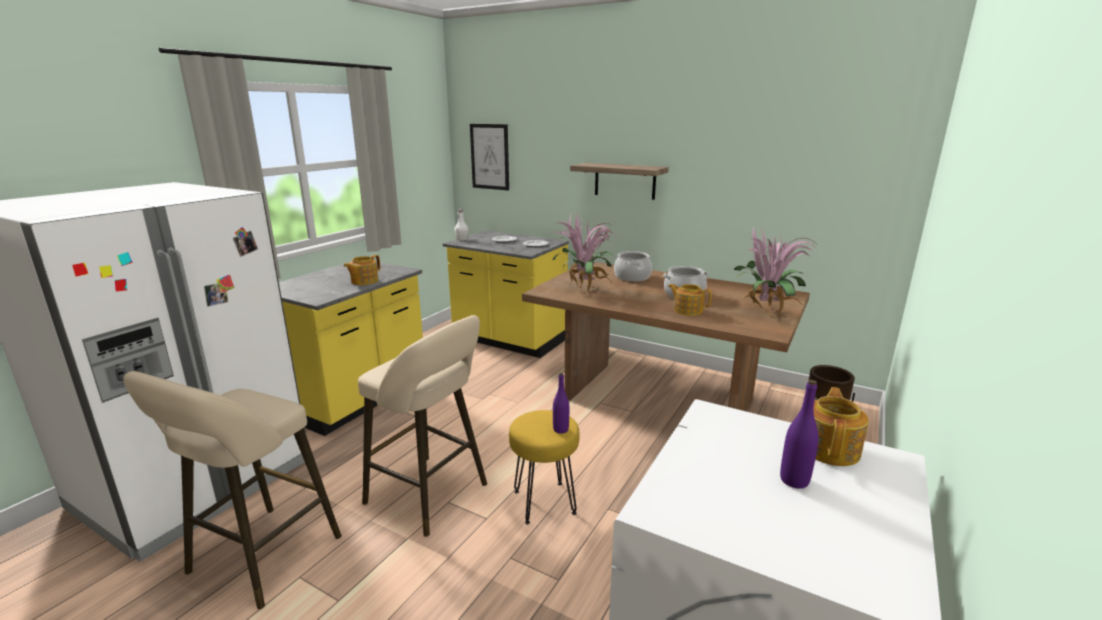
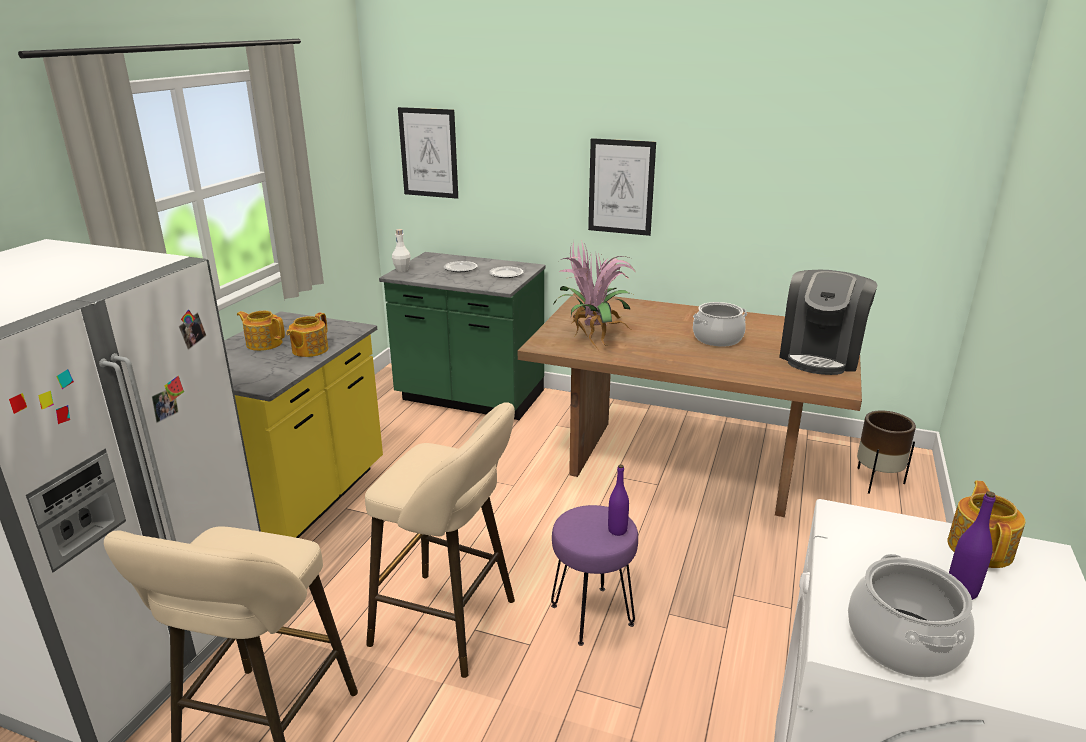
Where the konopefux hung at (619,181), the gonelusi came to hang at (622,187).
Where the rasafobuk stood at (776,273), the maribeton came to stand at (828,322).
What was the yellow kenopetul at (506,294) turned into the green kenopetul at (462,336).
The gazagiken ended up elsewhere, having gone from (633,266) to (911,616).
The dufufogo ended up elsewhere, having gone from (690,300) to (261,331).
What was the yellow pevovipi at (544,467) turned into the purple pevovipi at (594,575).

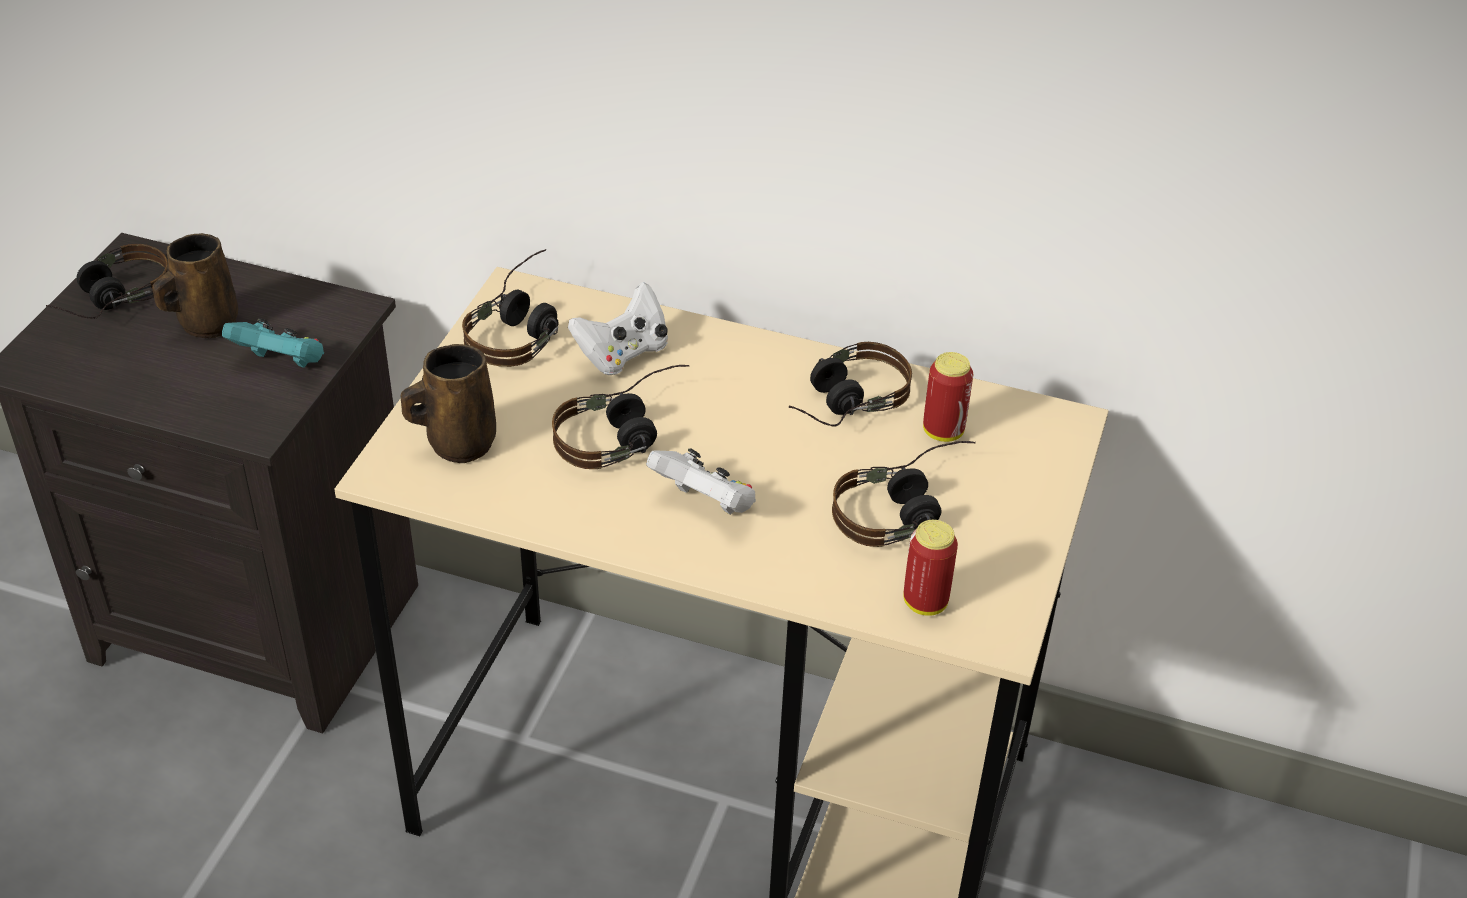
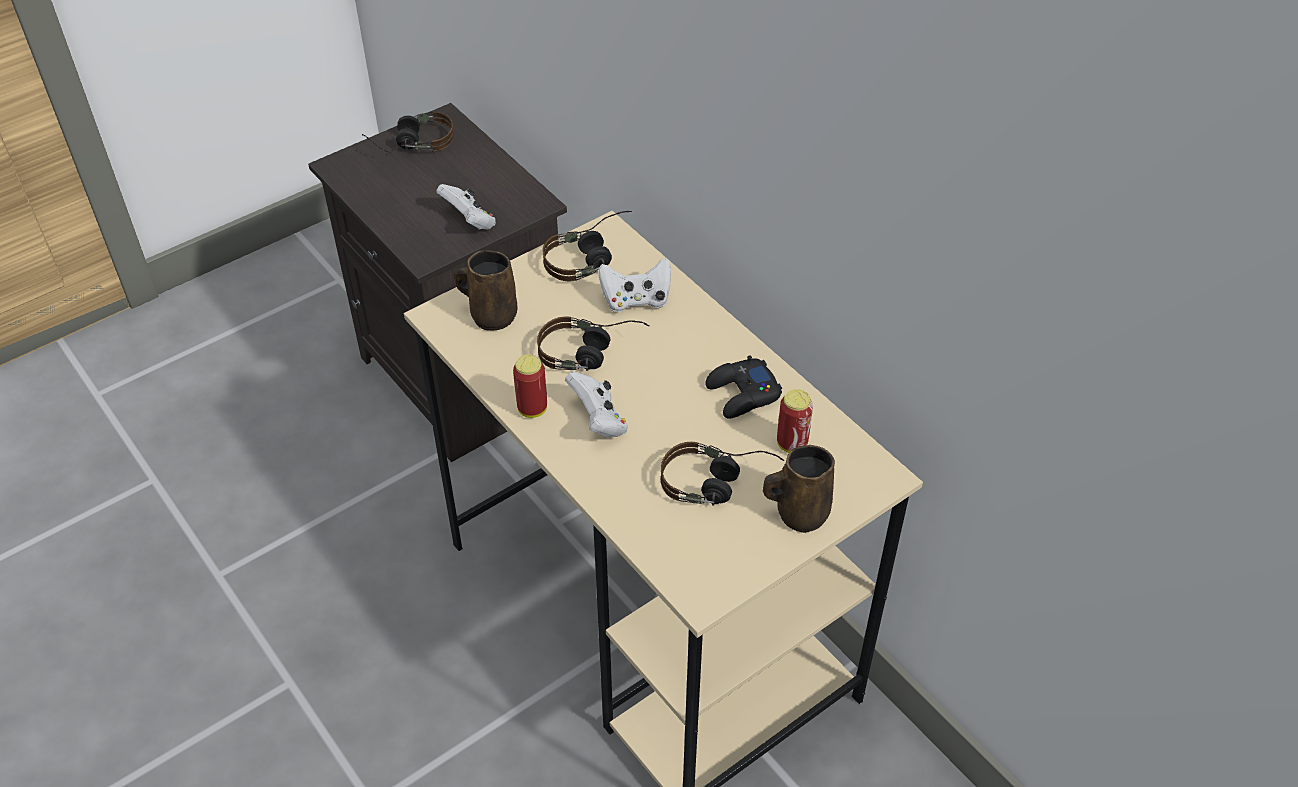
The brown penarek ended up elsewhere, having gone from (195,285) to (799,489).
What was the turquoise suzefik at (273,343) turned into the white suzefik at (466,207).
Where the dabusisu stood at (850,384), the black suzefik came to stand at (743,387).
The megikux ended up elsewhere, having gone from (931,568) to (530,386).

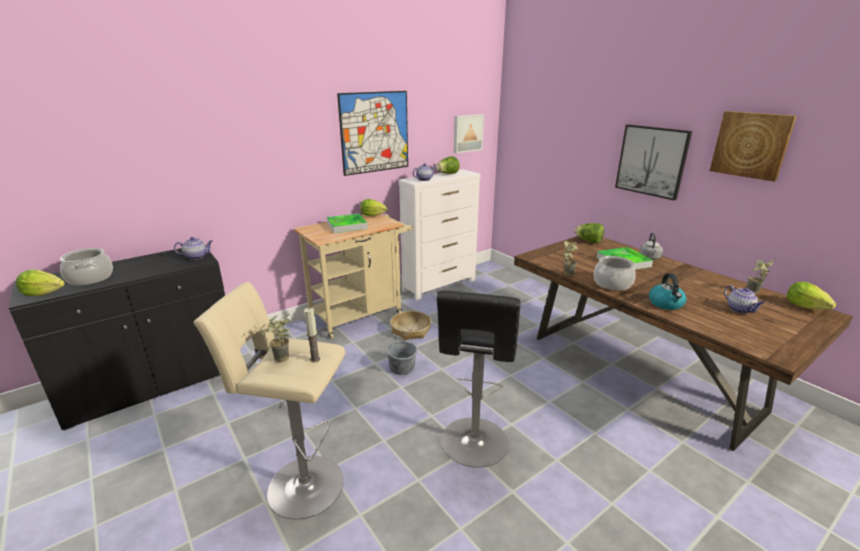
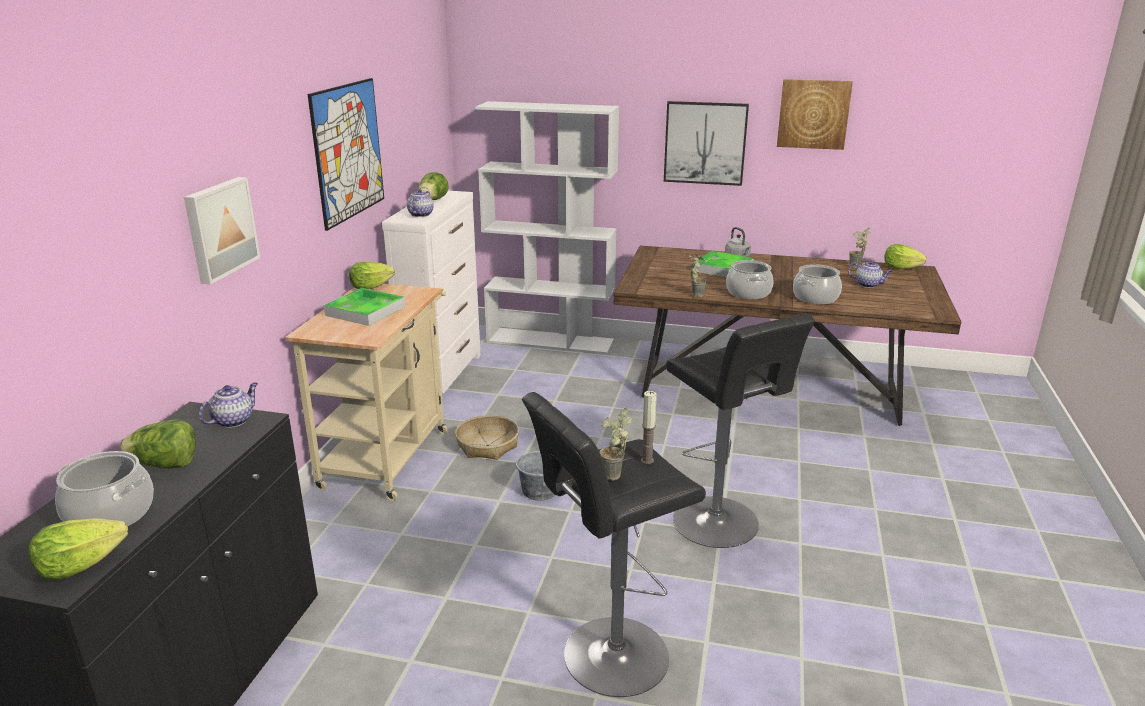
The gonelusi ended up elsewhere, having gone from (469,133) to (222,231).
The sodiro ended up elsewhere, having gone from (589,233) to (157,444).
Where the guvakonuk stood at (667,291), the gazagiken came to stand at (817,284).
What was the beige pevovipi at (269,401) turned into the black pevovipi at (614,544).
The second view gained the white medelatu at (547,228).

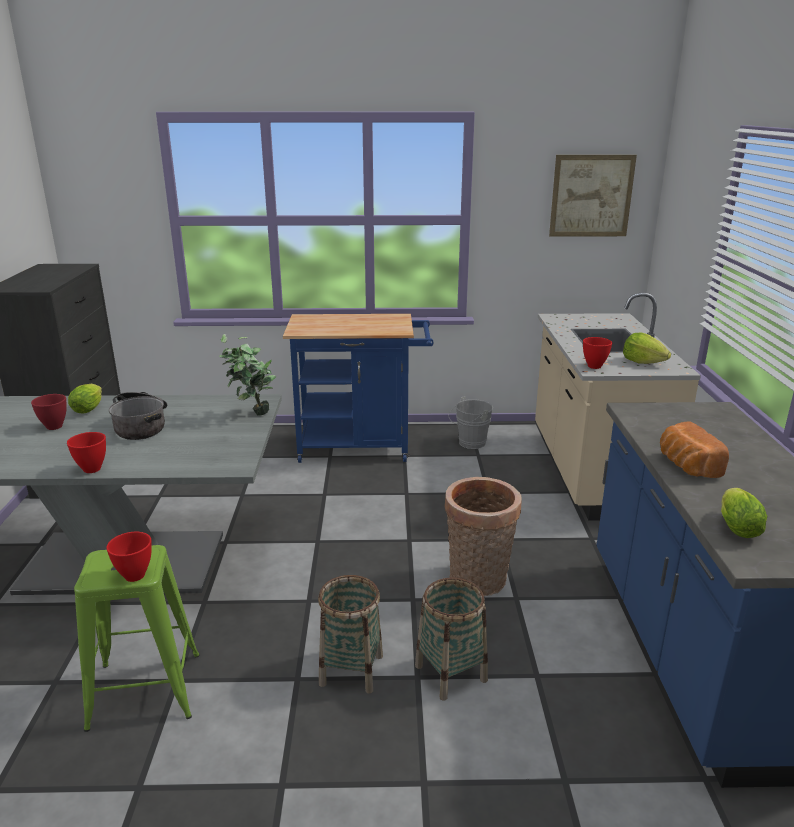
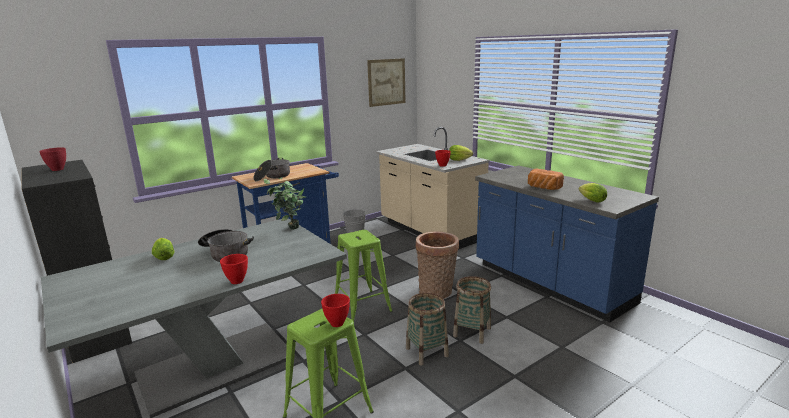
The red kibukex ended up elsewhere, having gone from (49,412) to (52,159).
The second view gained the gazagiken at (272,169).
The second view gained the green pevovipi at (363,276).

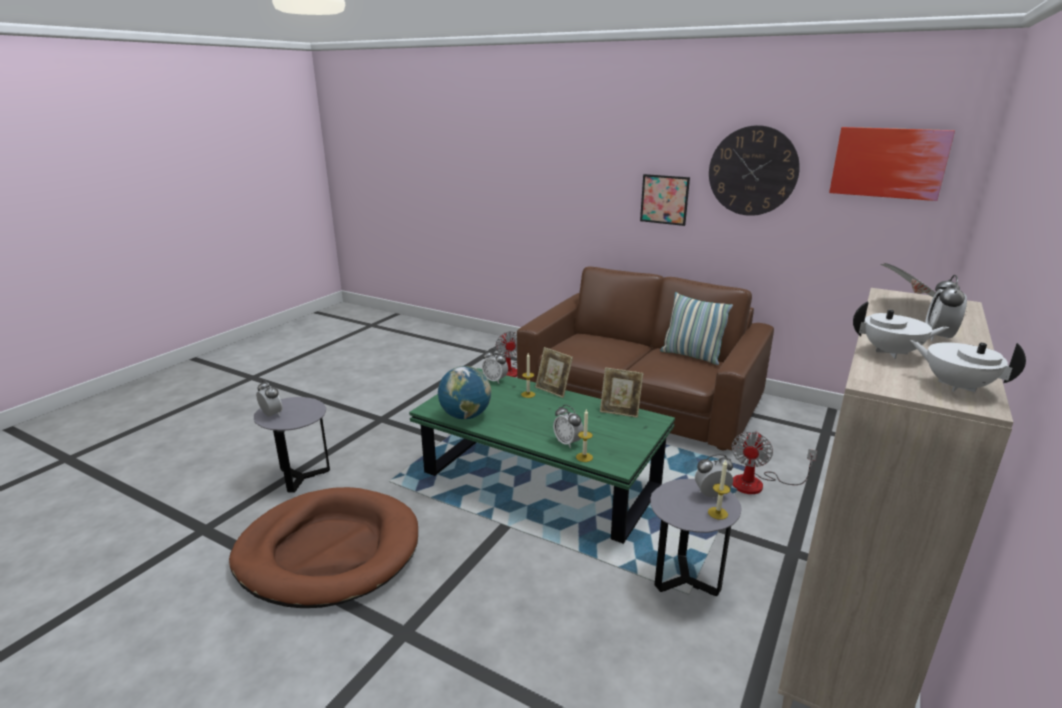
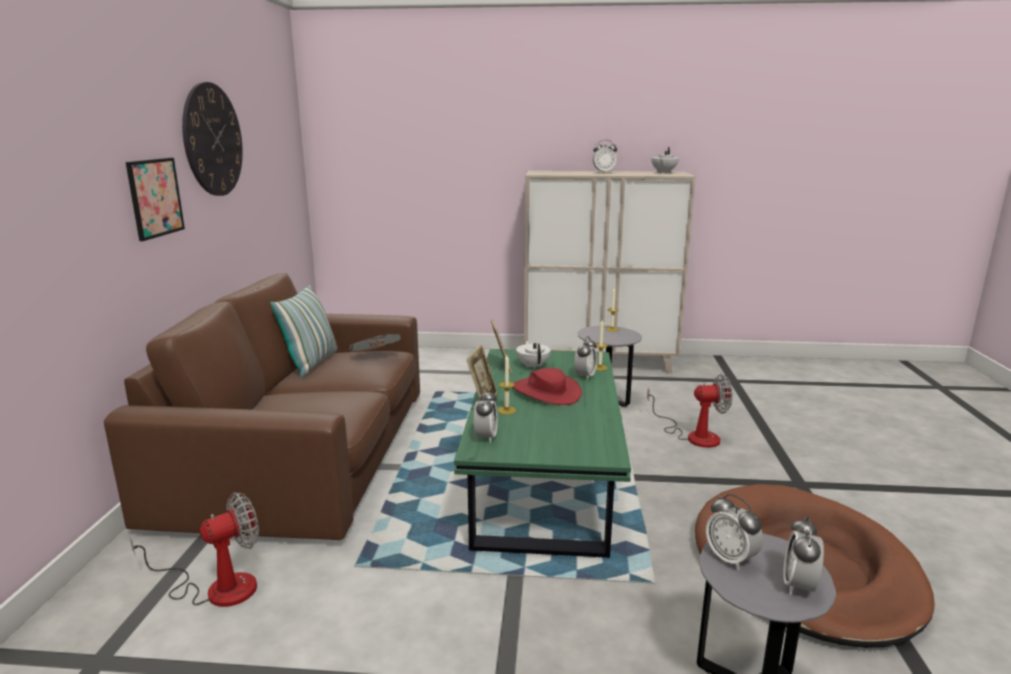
The second view lost the gonelusi at (892,164).
The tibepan ended up elsewhere, having gone from (923,287) to (375,342).
The white dufufogo ended up elsewhere, having gone from (901,330) to (533,355).
The second view lost the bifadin at (464,392).
The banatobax ended up elsewhere, having gone from (774,462) to (690,411).
The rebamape ended up elsewhere, having gone from (714,476) to (734,532).
The second view gained the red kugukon at (547,386).

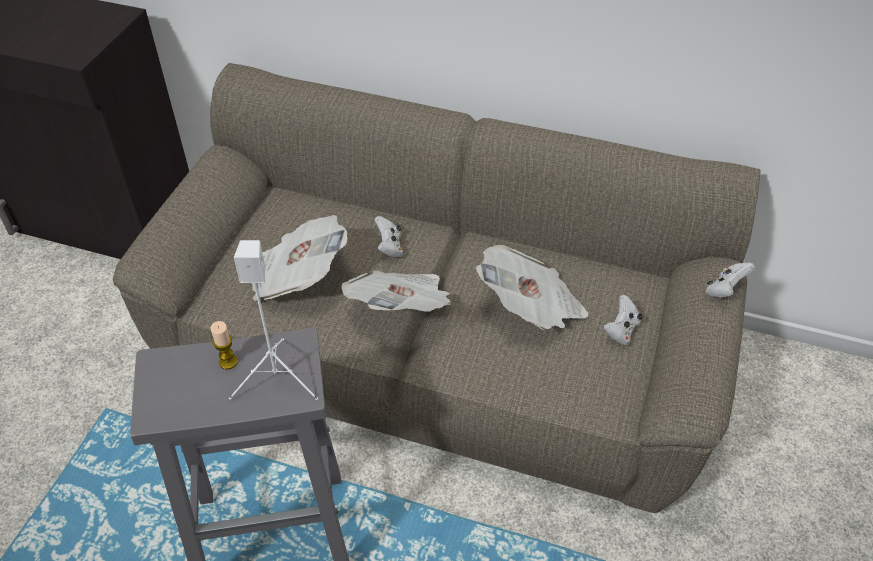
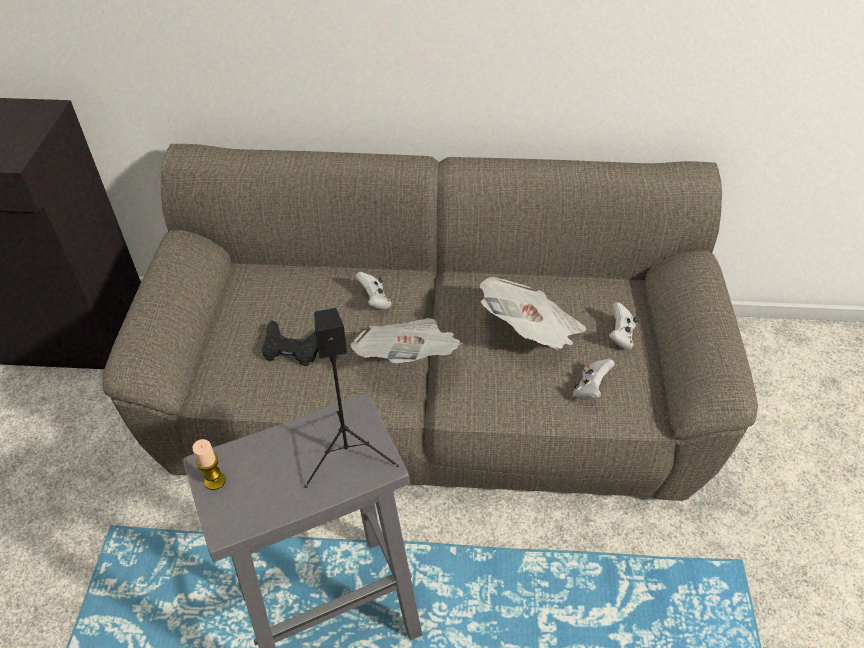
Where the tibepan stood at (300,258), the black suzefik came to stand at (290,343).
What was the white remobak at (273,320) turned into the black remobak at (351,398).
The white suzefik ended up elsewhere, having gone from (730,280) to (594,379).
The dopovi ended up elsewhere, having gone from (224,345) to (209,464).

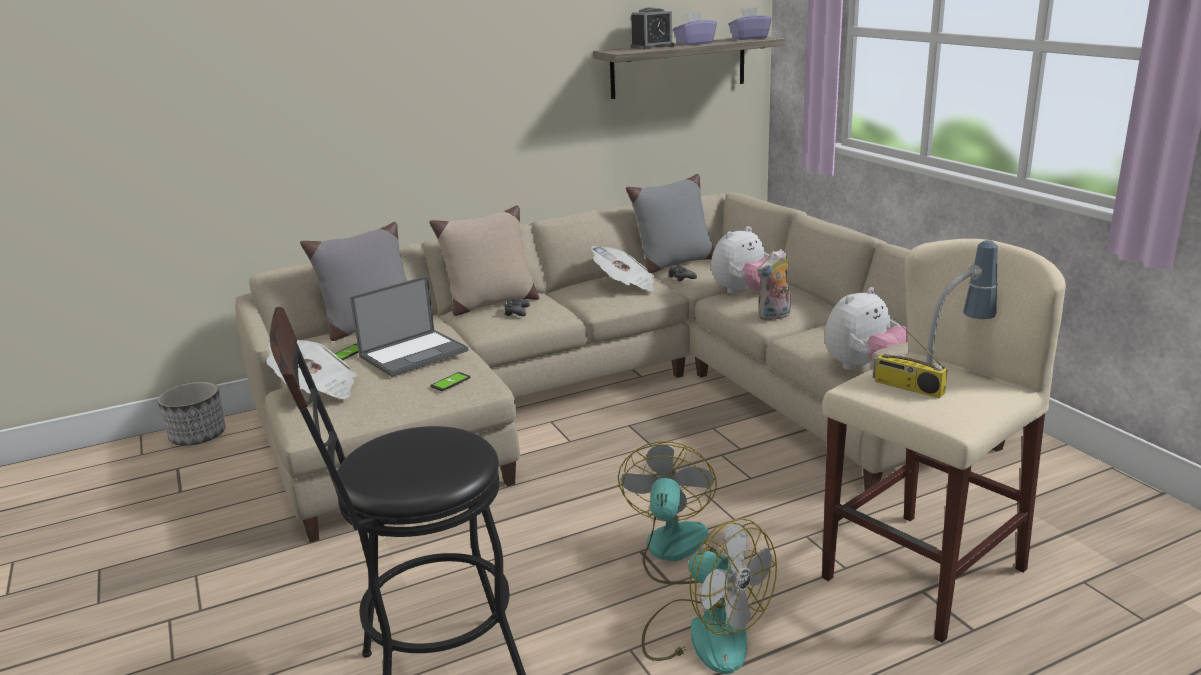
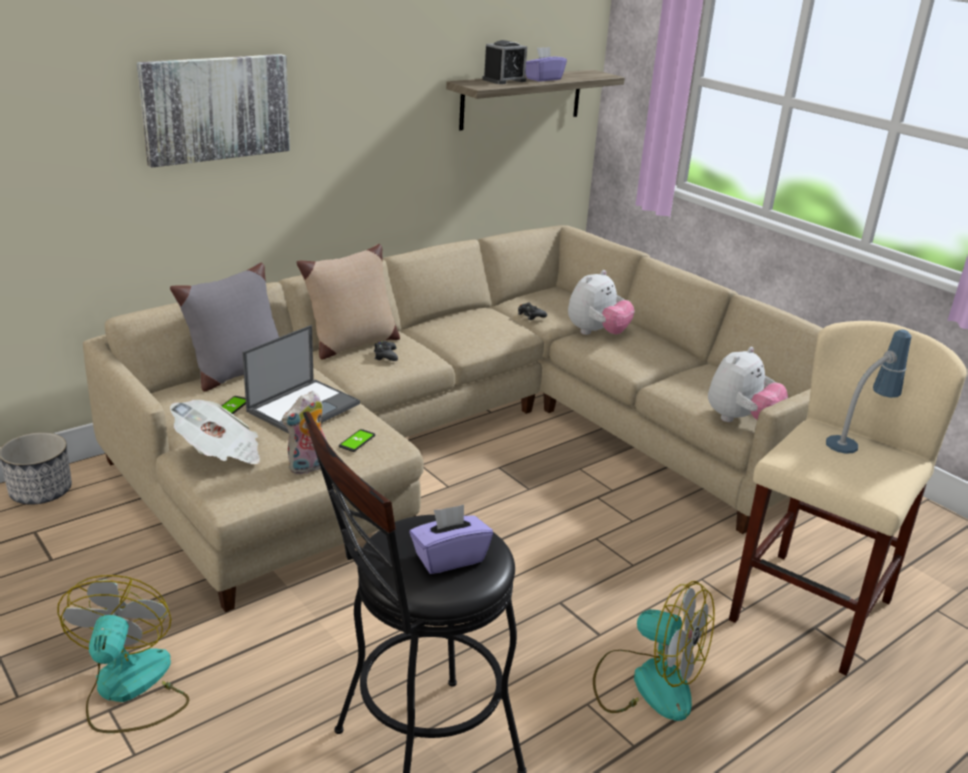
The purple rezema ended up elsewhere, having gone from (750,23) to (451,539).
The second view lost the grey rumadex at (670,223).
The second view lost the tibepan at (622,268).
The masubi ended up elsewhere, having gone from (774,285) to (304,433).
The second view lost the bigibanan at (910,358).
The banatobax ended up elsewhere, having gone from (668,512) to (123,654).
The second view gained the gonelusi at (213,111).

